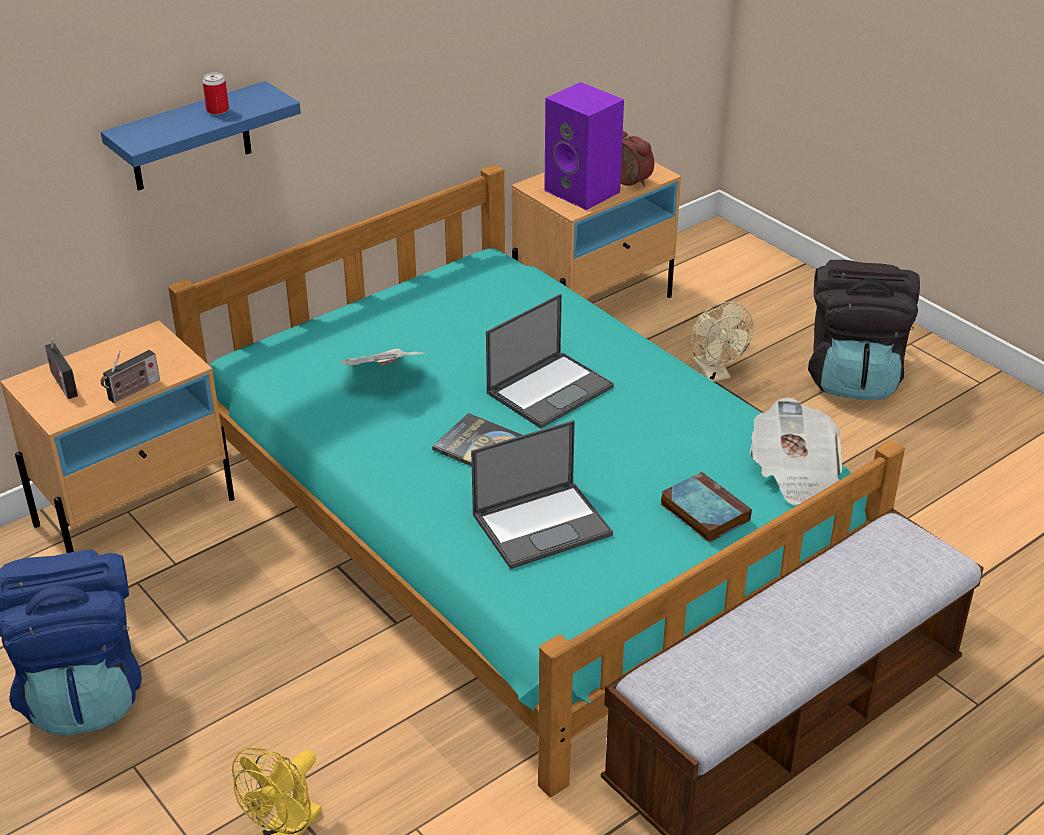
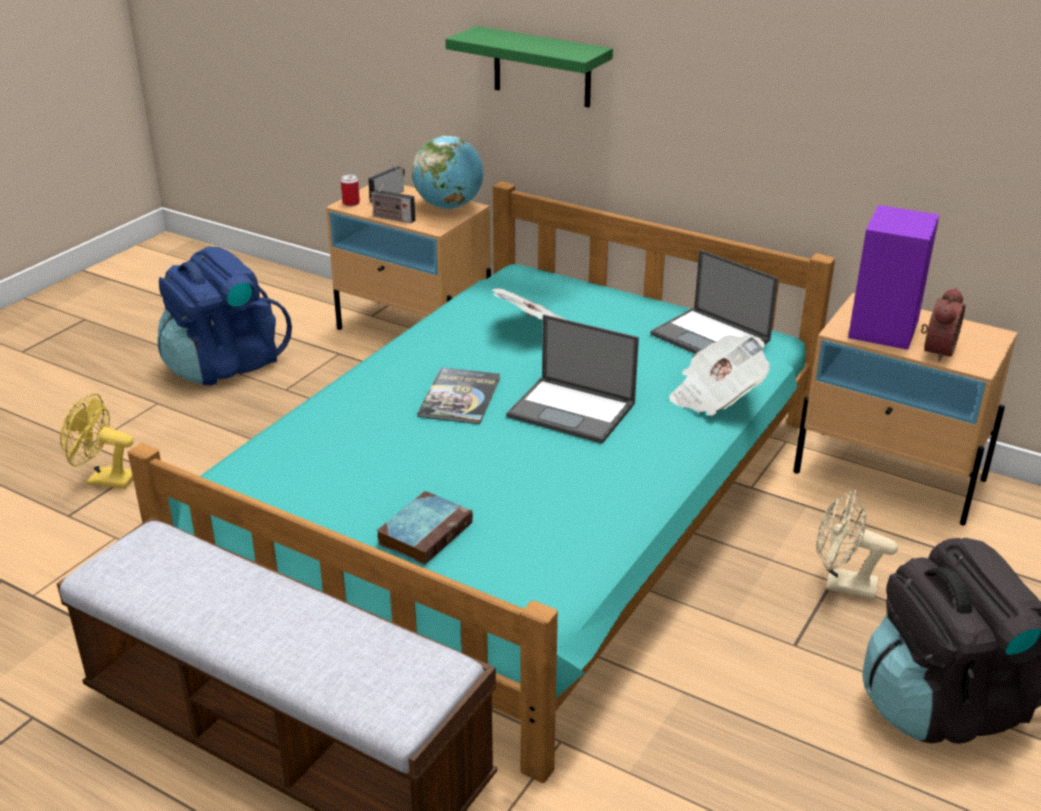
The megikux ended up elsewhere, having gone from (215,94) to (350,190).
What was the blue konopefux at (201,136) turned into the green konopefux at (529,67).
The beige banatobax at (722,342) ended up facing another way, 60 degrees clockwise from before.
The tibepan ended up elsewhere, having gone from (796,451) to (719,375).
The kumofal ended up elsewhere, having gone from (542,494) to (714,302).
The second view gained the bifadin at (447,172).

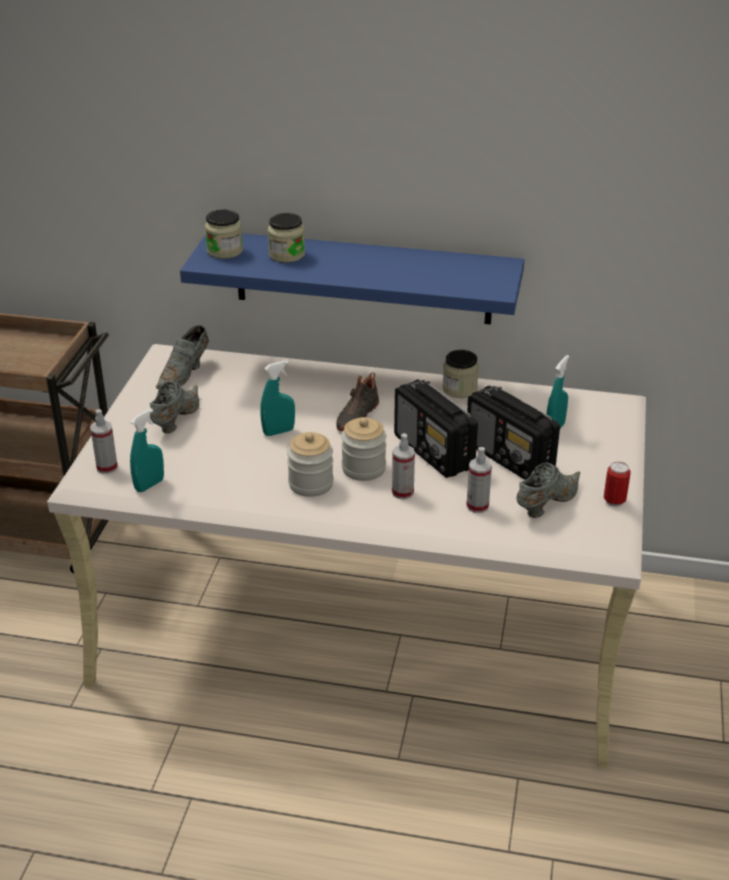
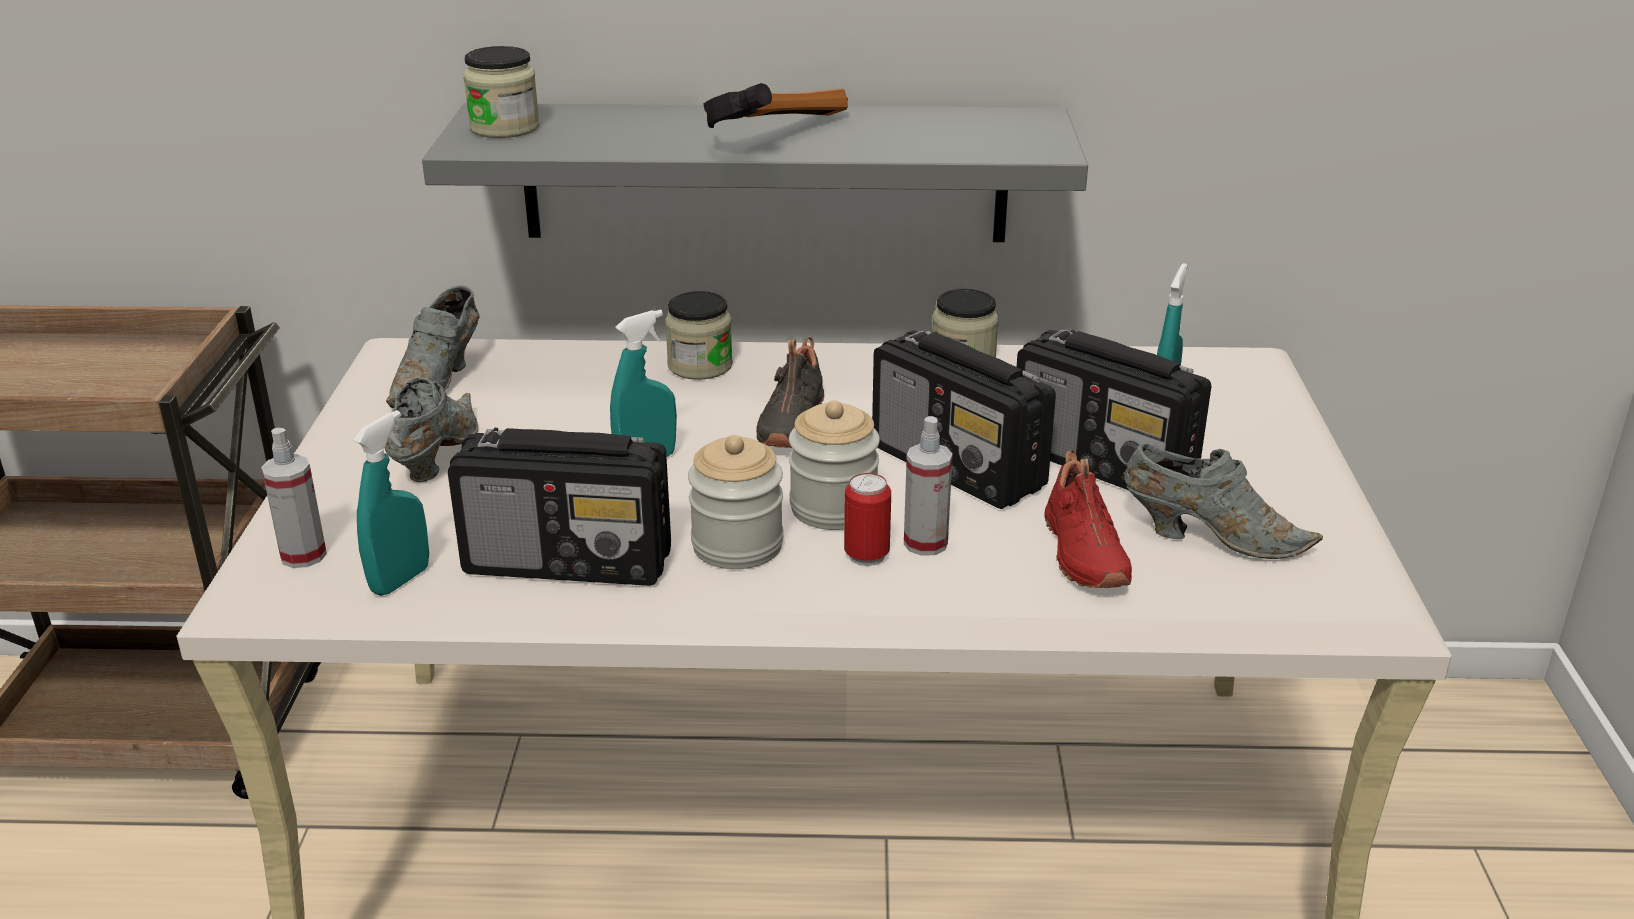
The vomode ended up elsewhere, having gone from (286,238) to (699,335).
What was the blue konopefux at (352,279) turned into the grey konopefux at (755,172).
Where the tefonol stood at (479,480), the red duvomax came to stand at (1088,519).
The megikux ended up elsewhere, having gone from (617,484) to (867,519).
The grey duvomax at (548,490) ended up facing another way, 75 degrees clockwise from before.
The second view gained the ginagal at (775,105).
The second view gained the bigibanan at (559,507).

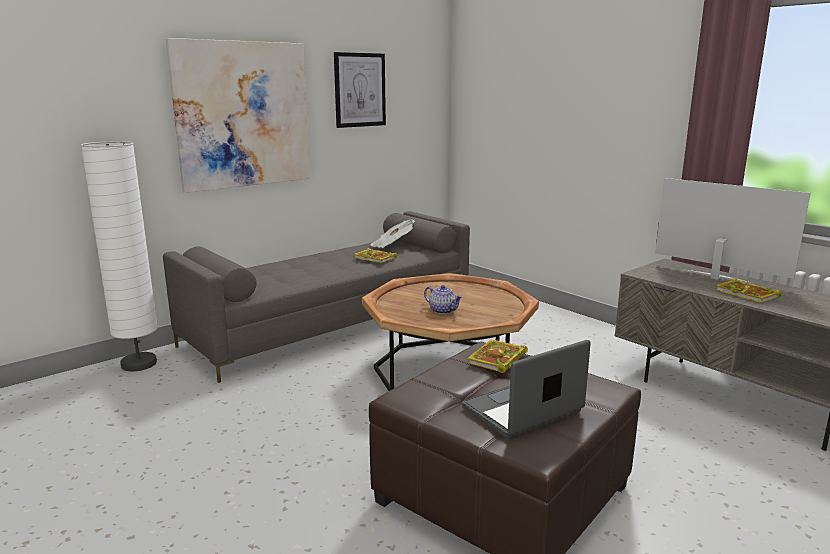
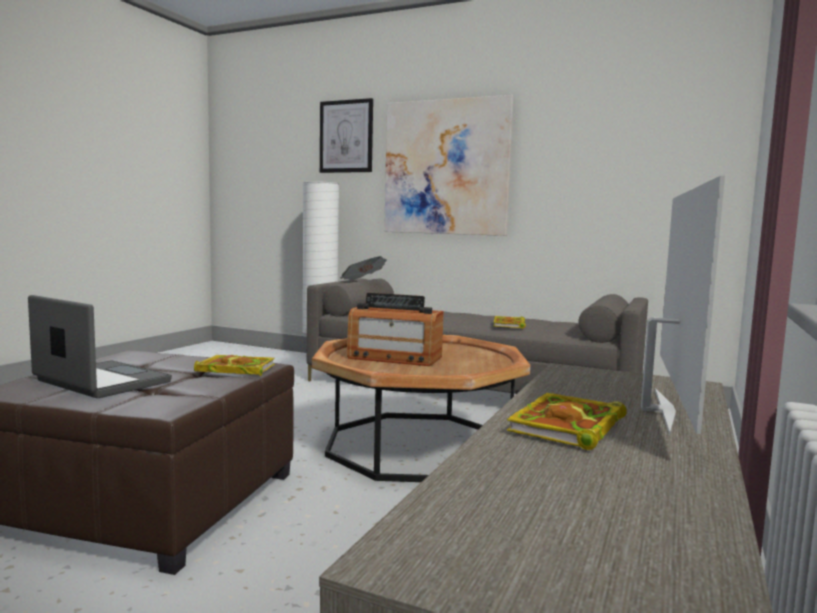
The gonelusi ended up elsewhere, having gone from (360,90) to (346,135).
The tibepan ended up elsewhere, having gone from (392,234) to (363,268).
Where the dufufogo stood at (443,299), the bigibanan came to stand at (395,329).

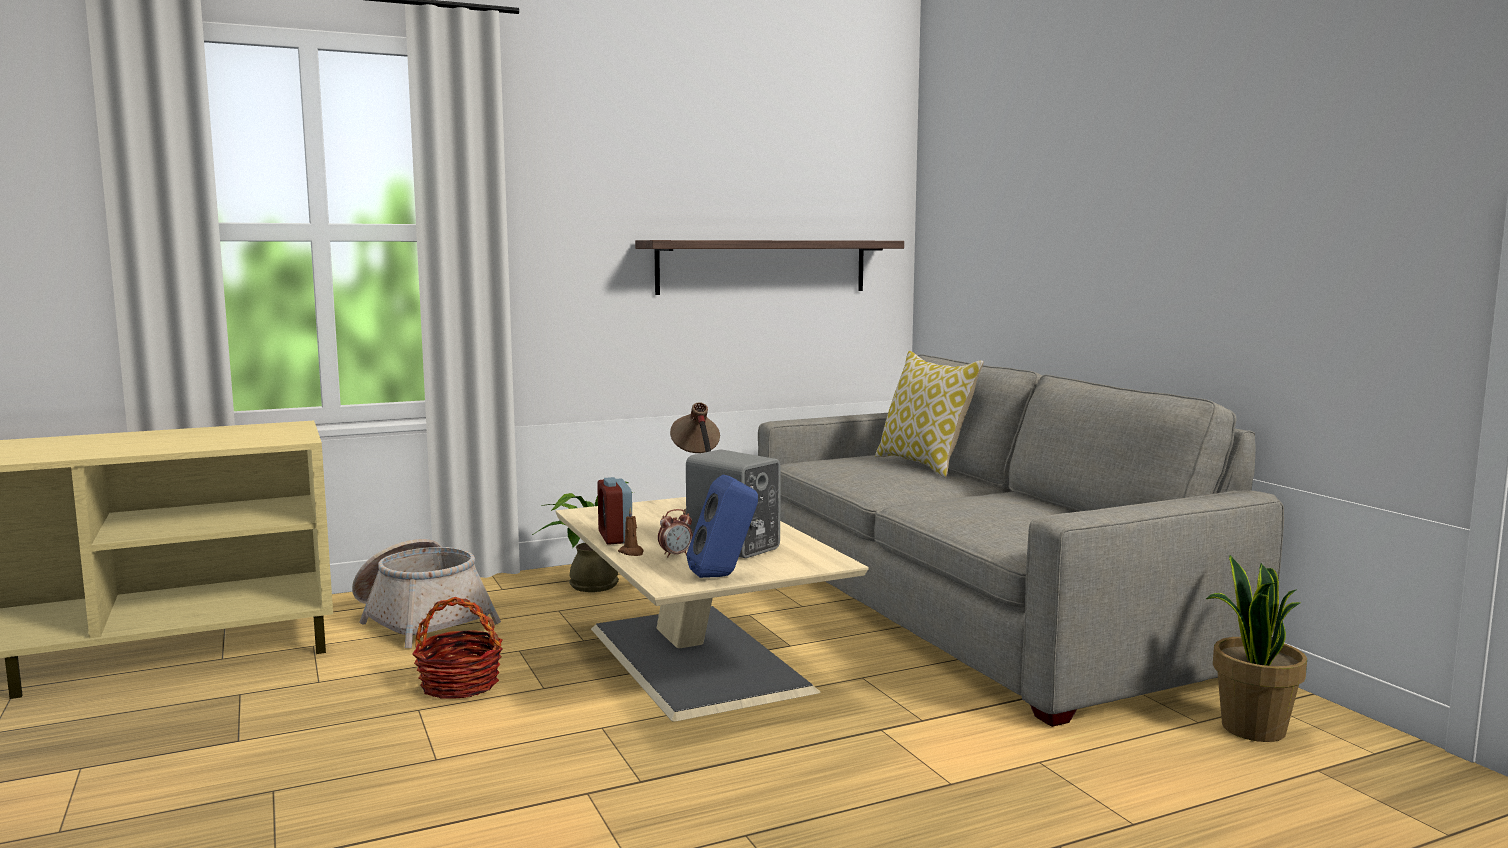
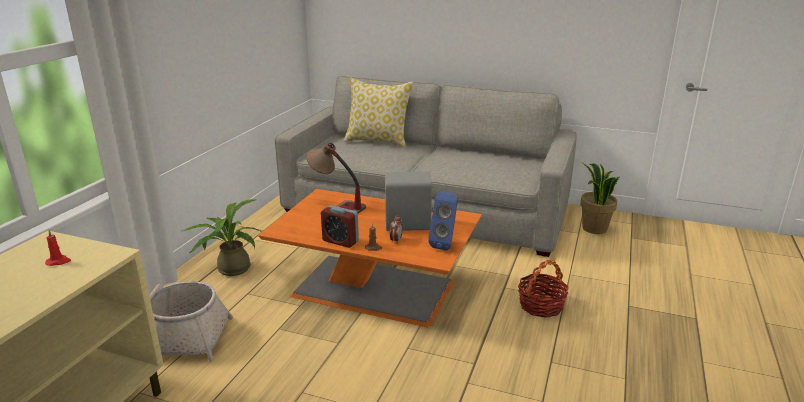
The second view lost the konopefux at (769,267).
What was the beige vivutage at (712,609) turned into the orange vivutage at (370,258).
The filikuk ended up elsewhere, having gone from (457,648) to (543,289).
The second view gained the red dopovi at (58,248).

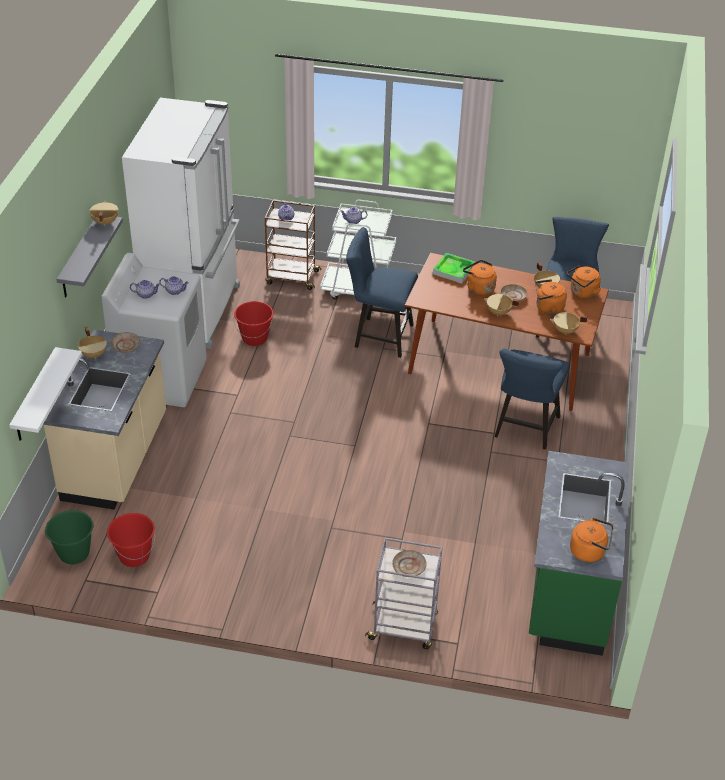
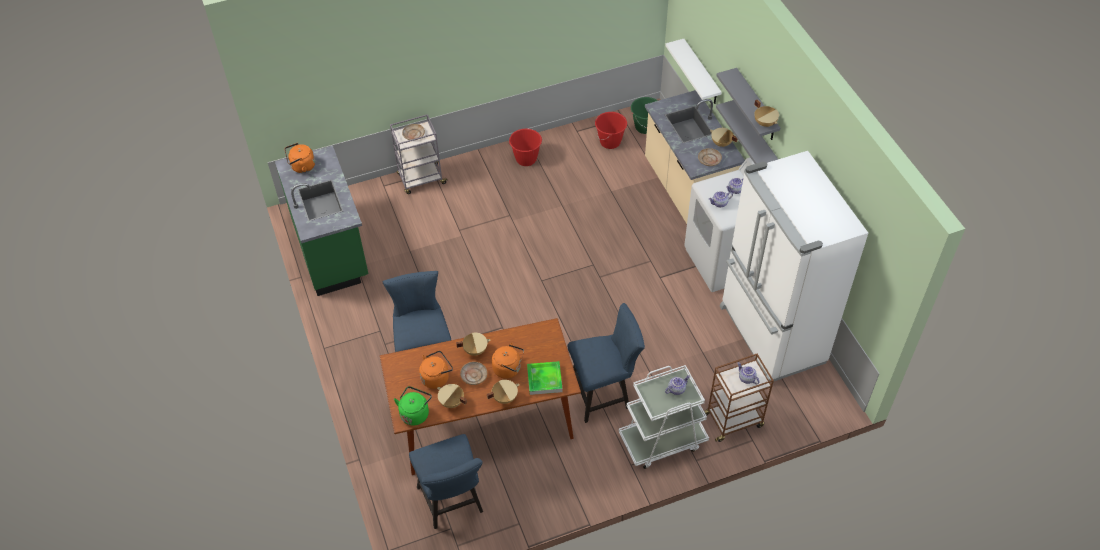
What was the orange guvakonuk at (584,282) turned into the green guvakonuk at (413,406).
The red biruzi ended up elsewhere, having gone from (253,323) to (525,147).
The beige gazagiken ended up elsewhere, having gone from (568,323) to (503,392).
The second view gained the grey konopefux at (747,132).

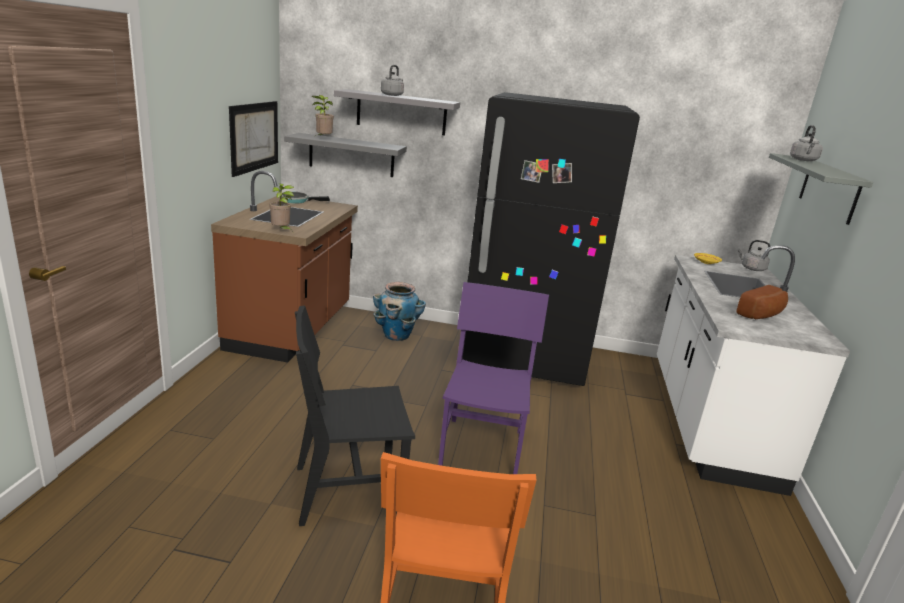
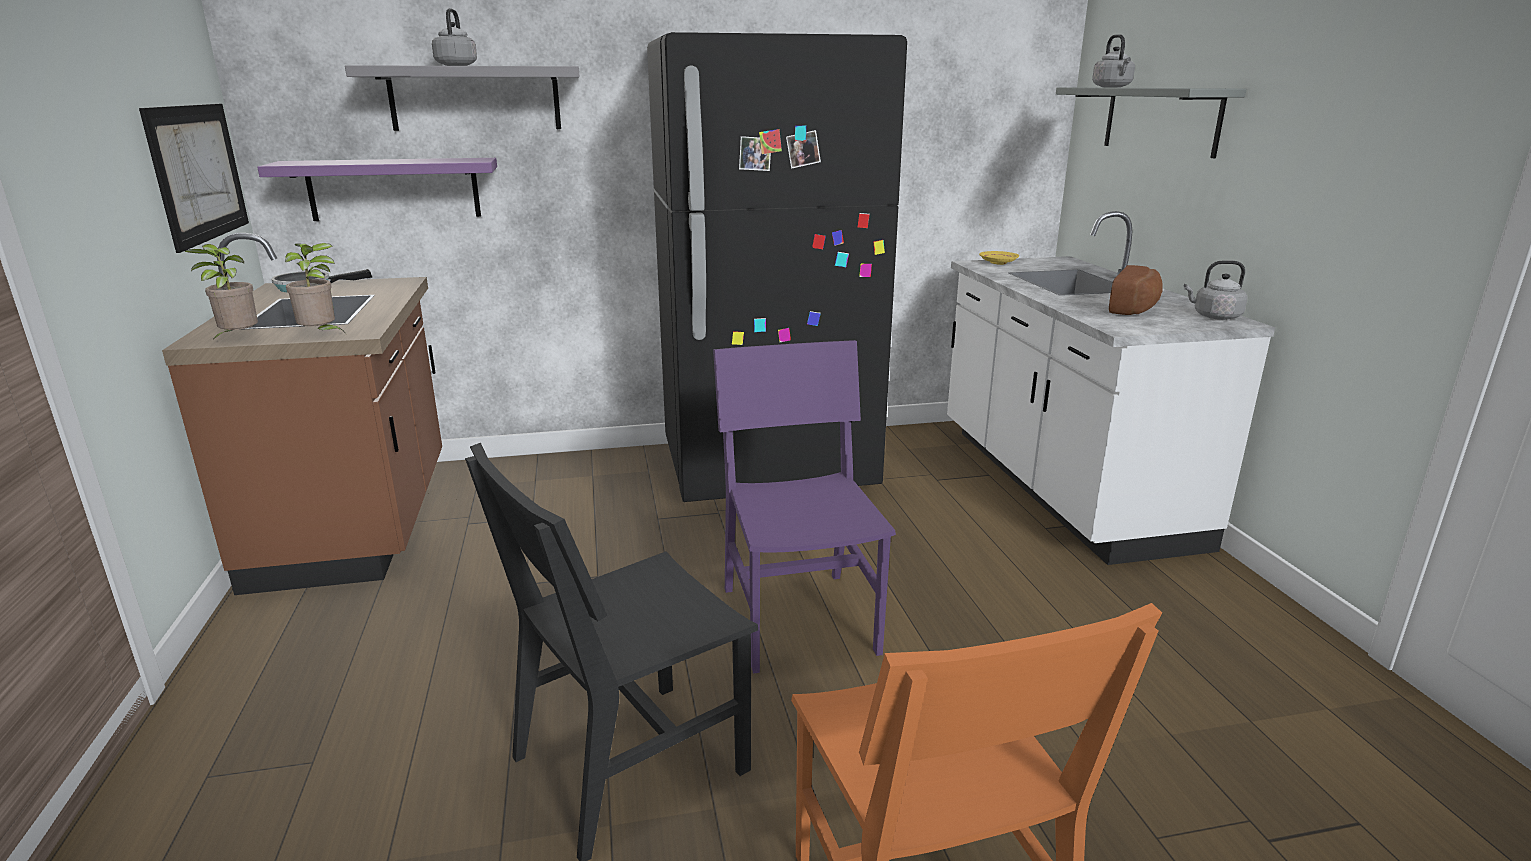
The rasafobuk ended up elsewhere, having gone from (322,116) to (221,291).
What was the grey konopefux at (345,155) turned into the purple konopefux at (377,189).
The grey guvakonuk ended up elsewhere, having gone from (754,255) to (1216,290).
The second view lost the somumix at (399,311).

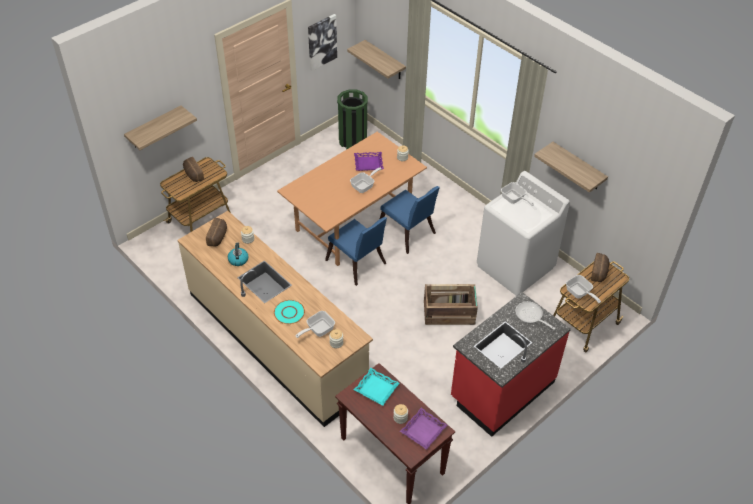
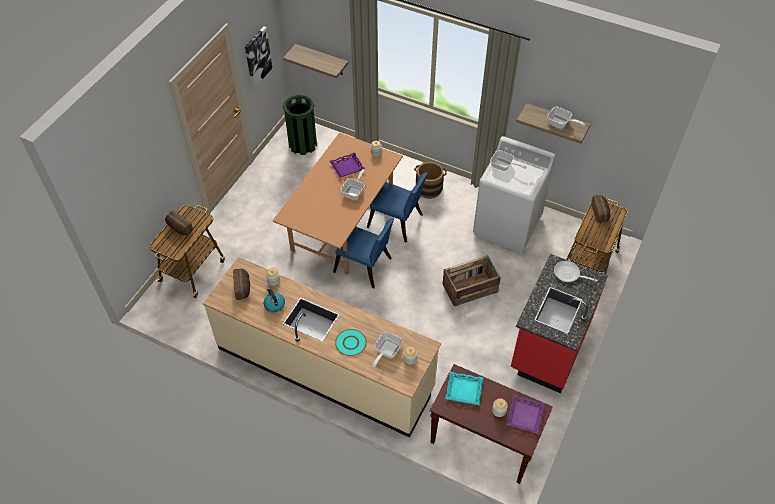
The second view lost the konopefux at (160,127).
The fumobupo ended up elsewhere, having gone from (583,289) to (566,117).
The second view gained the brown biruzi at (430,180).

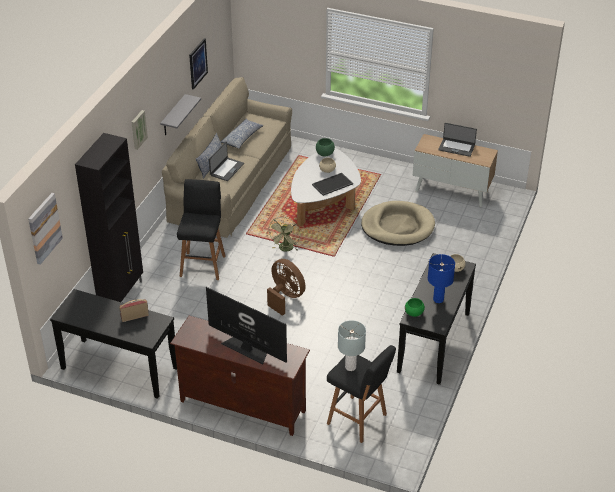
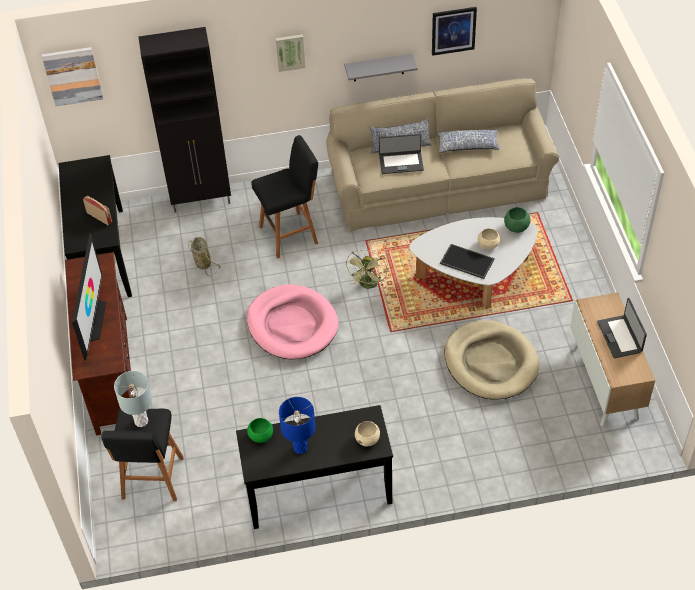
The green banatobax at (284,234) ended up facing another way, 60 degrees counterclockwise from before.
Where the brown banatobax stood at (286,287), the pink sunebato came to stand at (293,322).
The second view gained the filikuk at (204,256).

